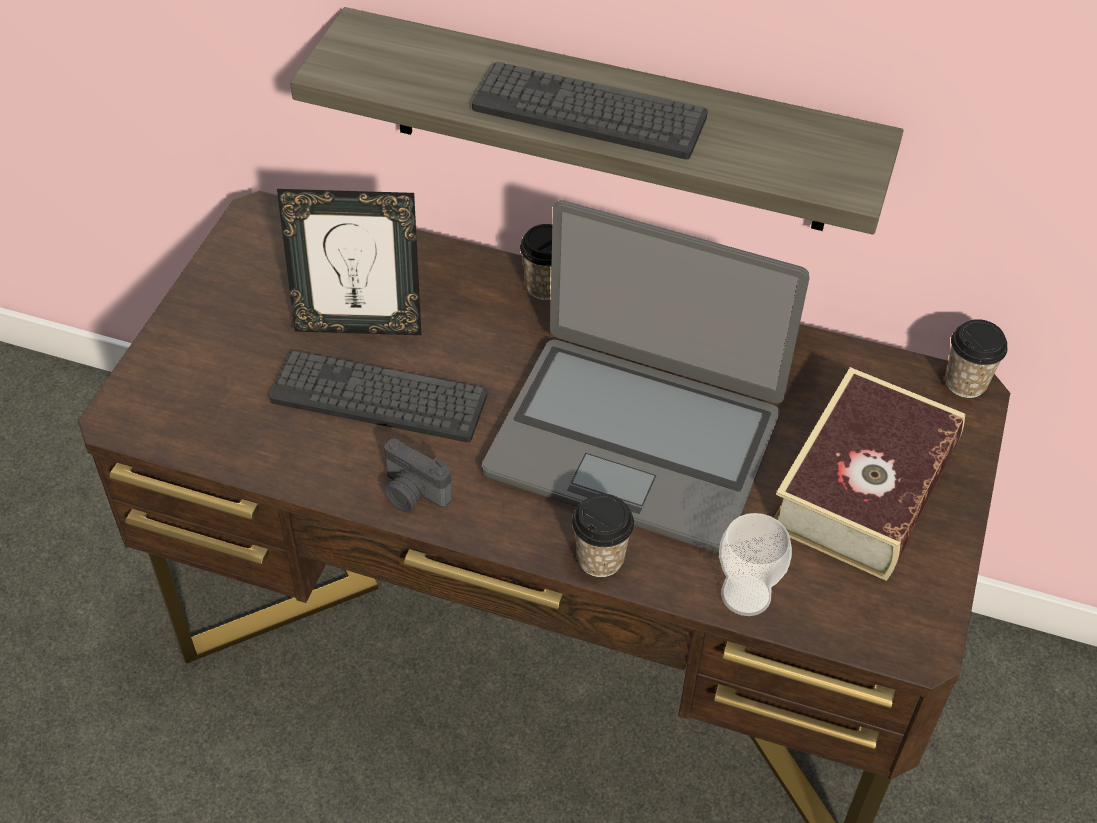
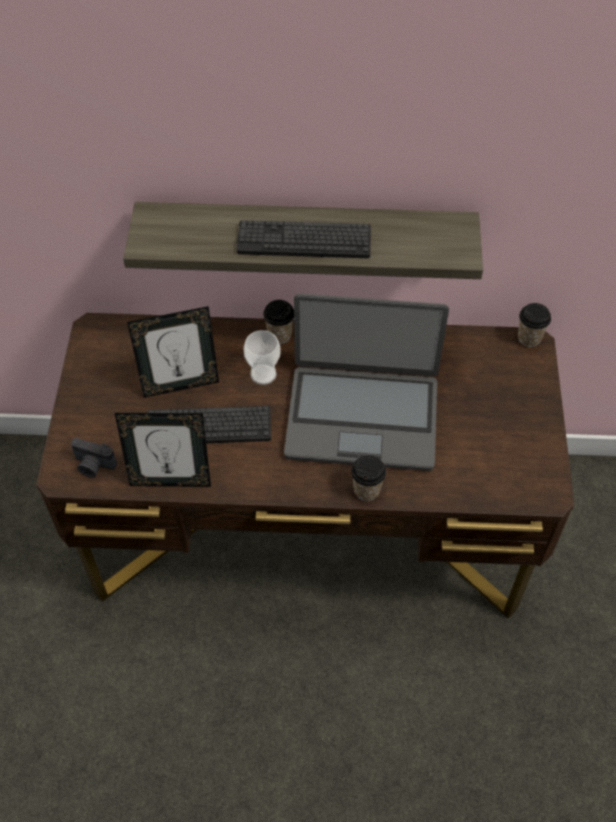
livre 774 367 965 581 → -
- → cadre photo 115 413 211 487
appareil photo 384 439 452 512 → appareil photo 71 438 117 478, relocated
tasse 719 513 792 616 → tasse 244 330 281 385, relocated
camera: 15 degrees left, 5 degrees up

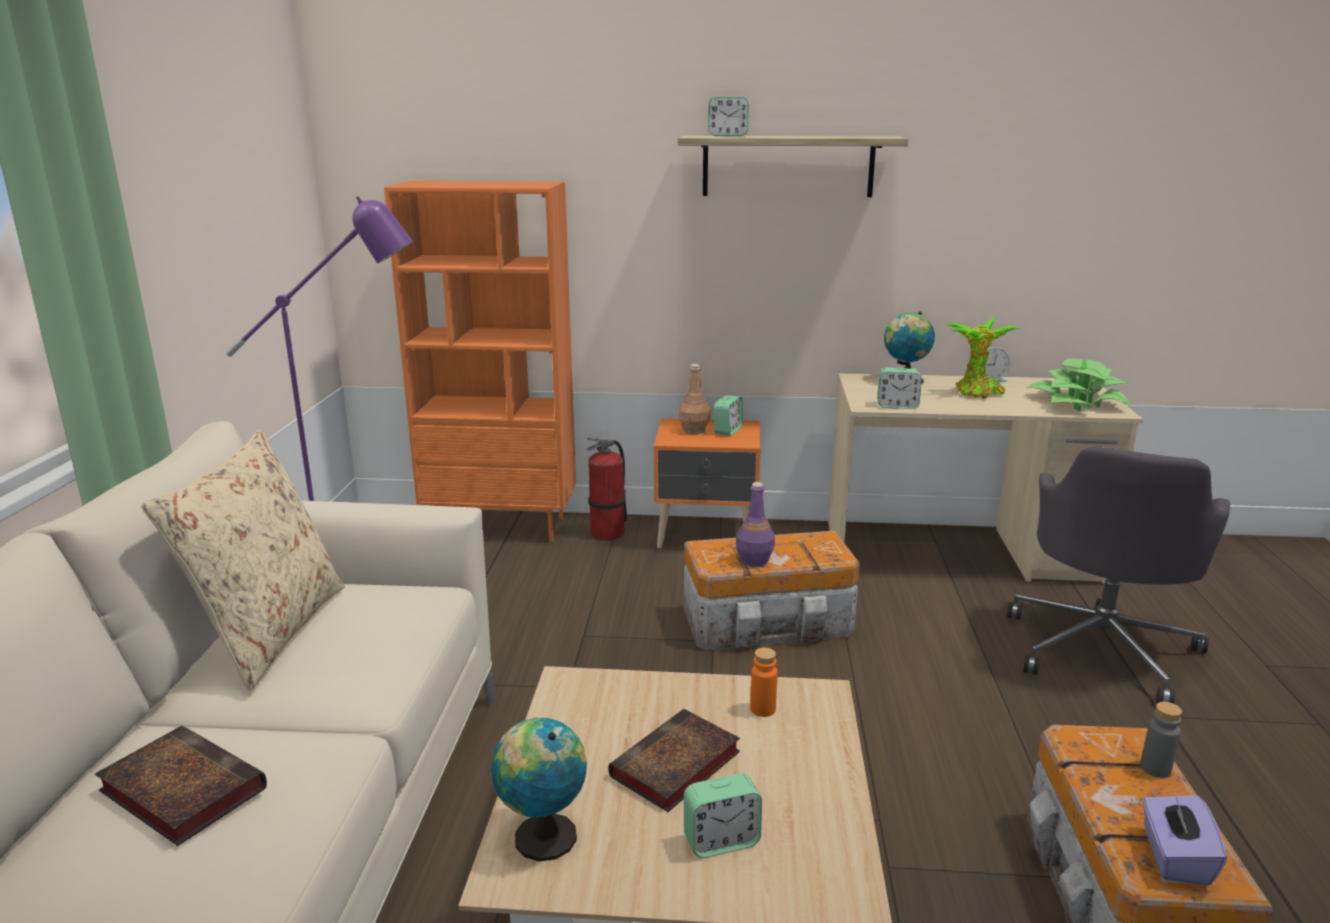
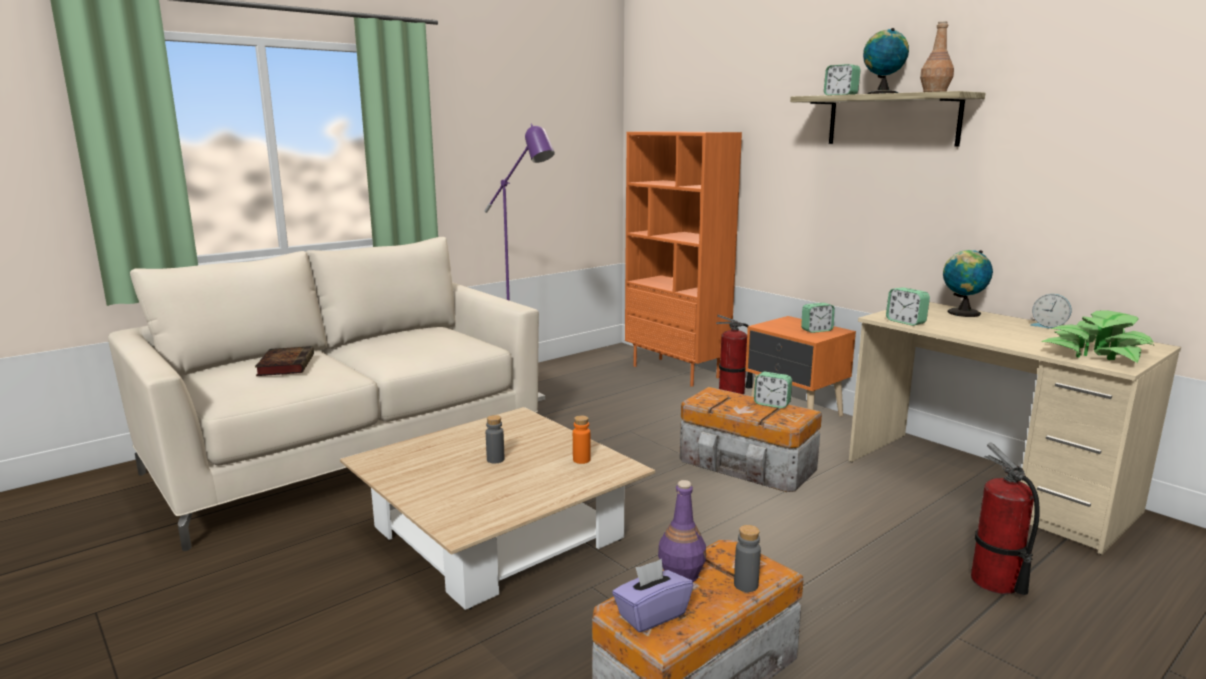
coussin (beige) 141 429 345 690 → -
plante en pot 946 317 1019 399 → -
globe 491 718 587 861 → globe 863 28 909 94, relocated
bouteille (marron) 679 364 711 434 → bouteille (marron) 920 21 954 92, relocated
réveil 684 773 762 858 → réveil 754 372 792 408, relocated
bouteille (violet) 736 482 775 567 → bouteille (violet) 658 480 706 582, relocated
livre 609 709 740 812 → bouteille (gris) 486 415 504 463
chaise de bureau (gris) 1007 446 1230 704 → extincteur 971 443 1040 595
camera: 45 degrees right, 5 degrees down

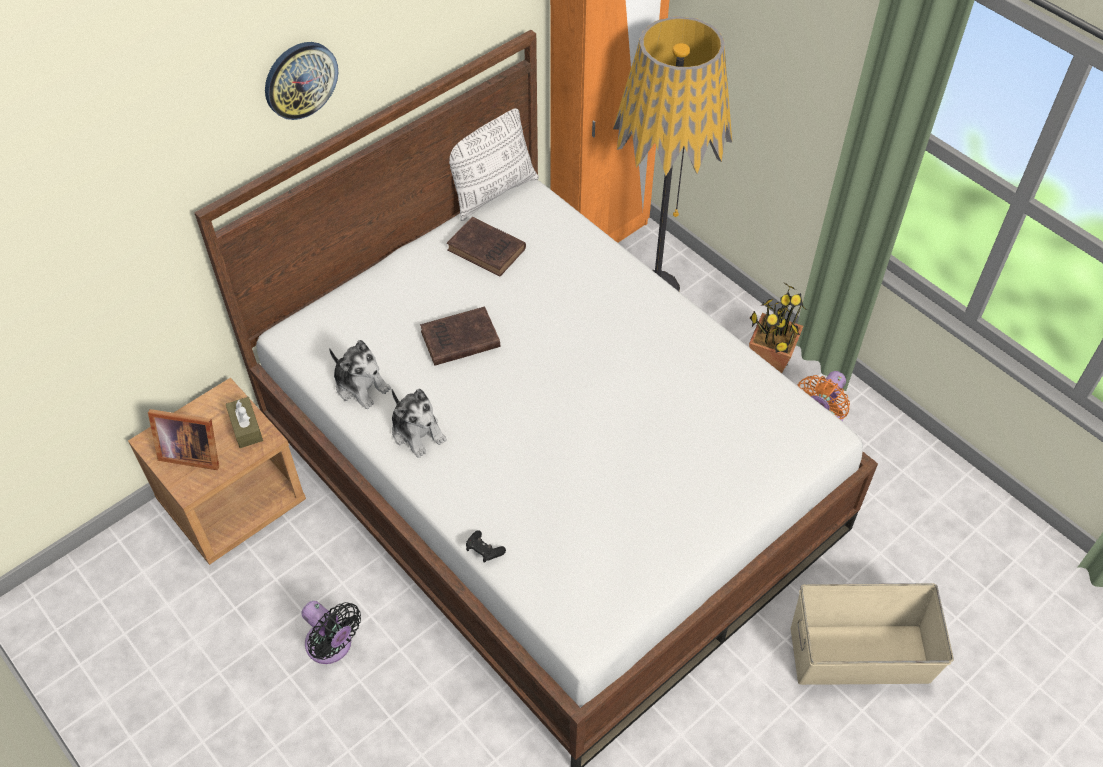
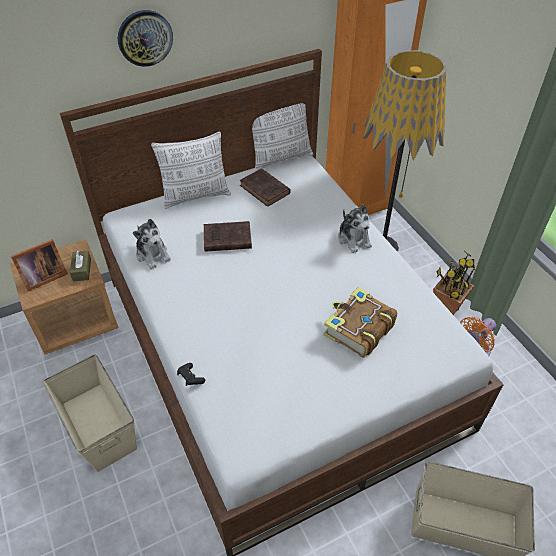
- → coussin 151 132 231 209
- → livre 323 287 397 358
peluche 392 389 446 458 → peluche 338 204 372 253, relocated
ventilateur (noir) 301 601 361 664 → boîte de rangement (beige) 43 354 137 472
cadre photo 148 409 219 470 → cadre photo 11 239 68 291, 60 degrees counterclockwise
camera: 15 degrees right, 5 degrees down

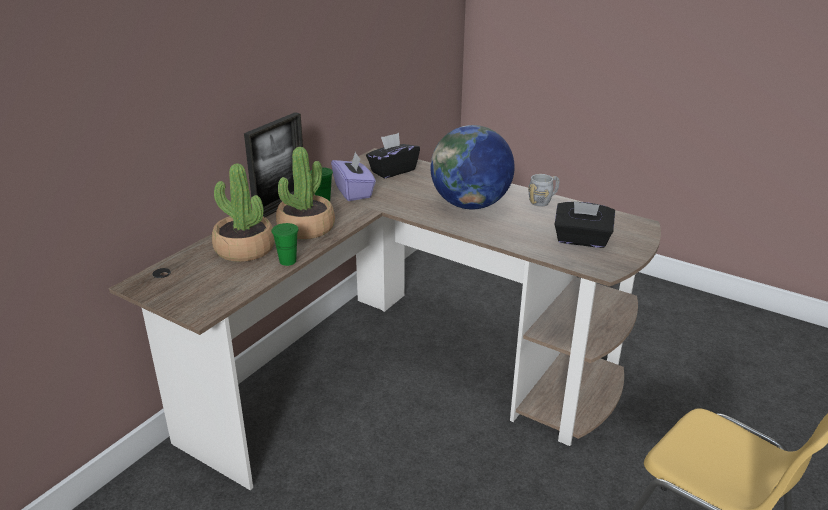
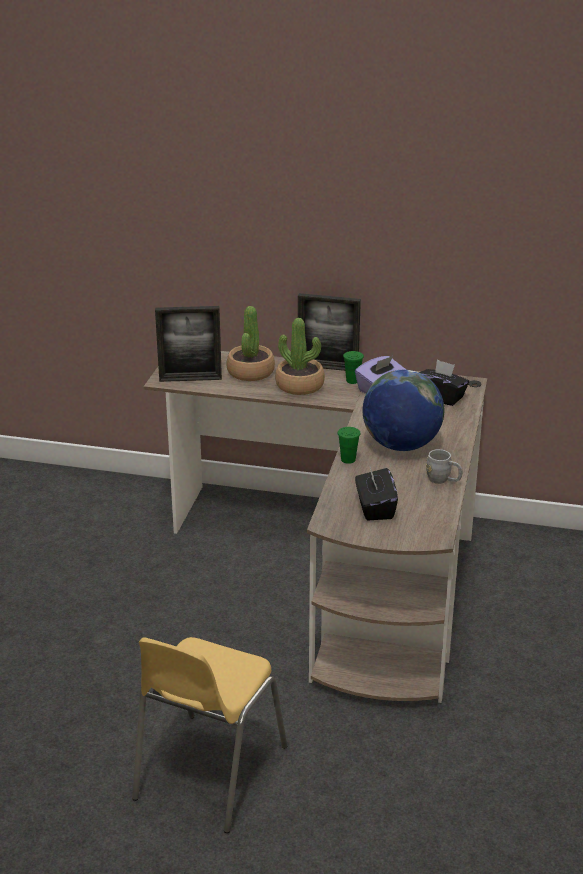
- → cadre photo 155 306 222 382
tasse (vert) 272 223 299 266 → tasse (vert) 338 427 361 464, relocated
camera: 70 degrees right, 0 degrees up

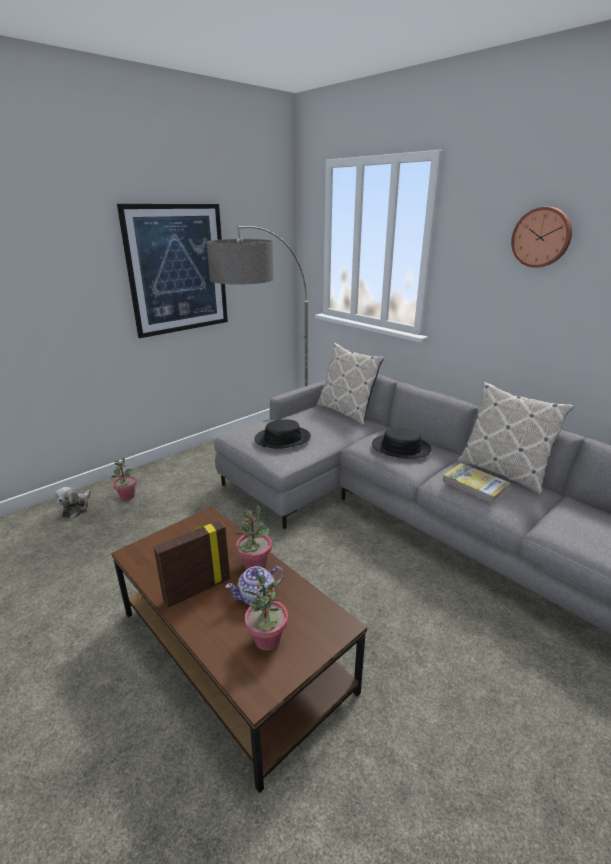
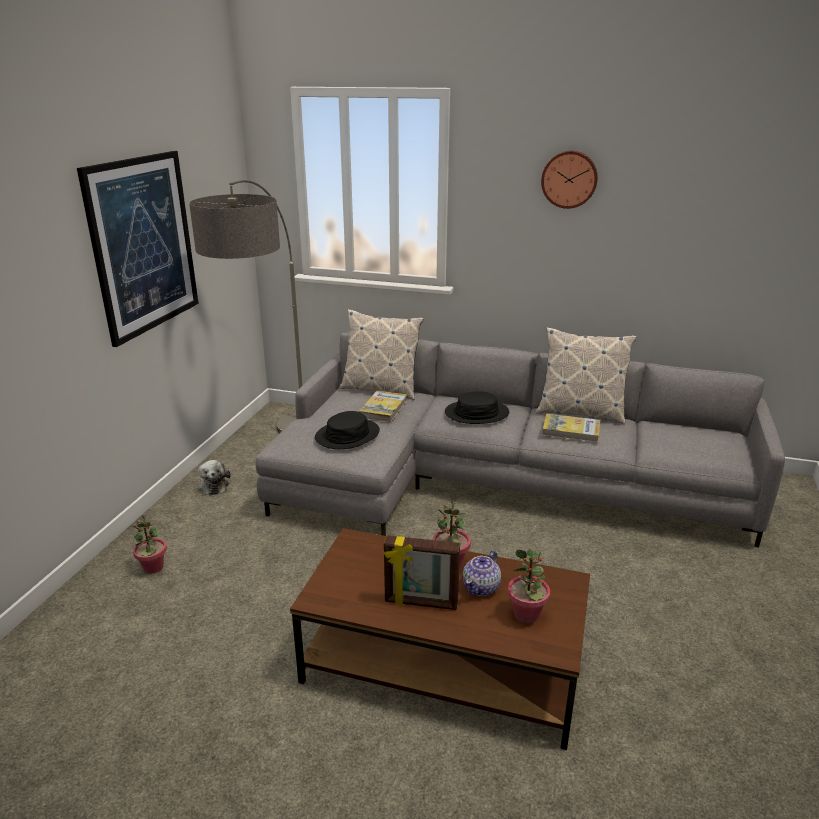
- → livre 359 390 407 422
peluche 55 487 91 518 → peluche 197 460 230 496, relocated
cadre photo 153 521 230 608 → cadre photo 384 535 460 610, 105 degrees counterclockwise
camera: 30 degrees left, 0 degrees up

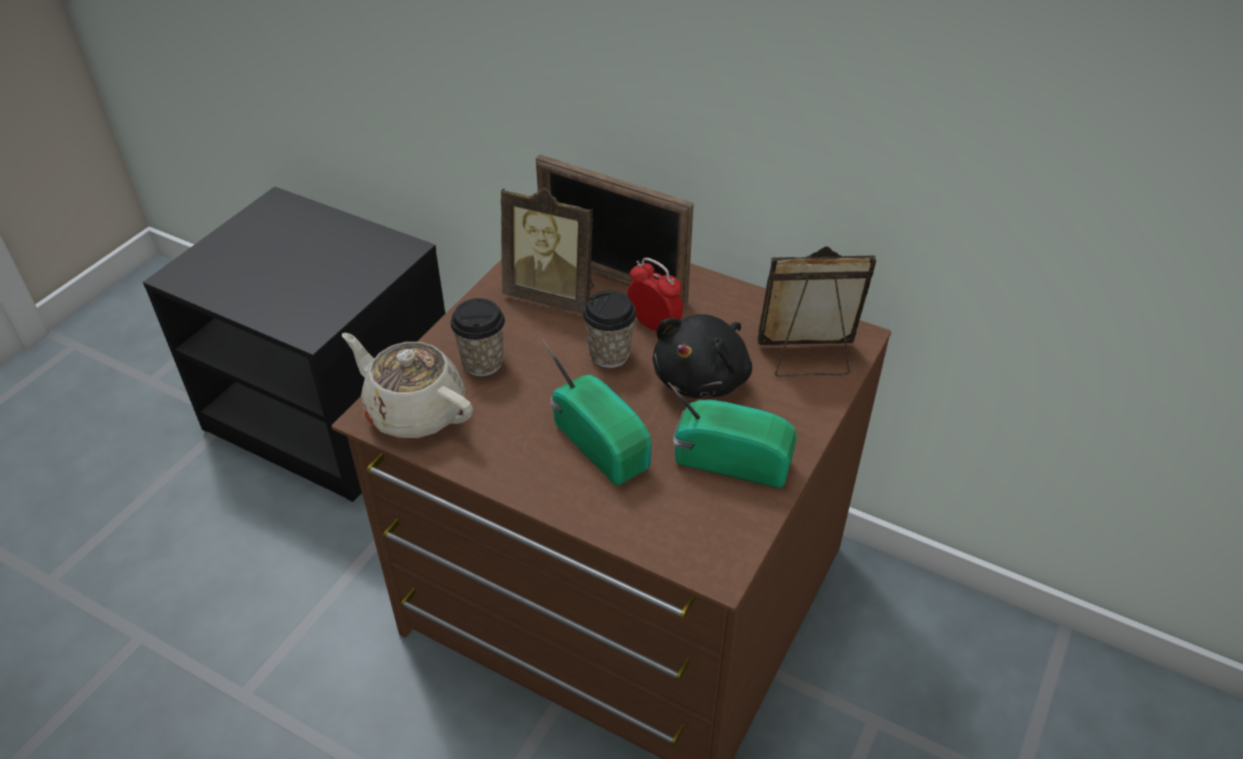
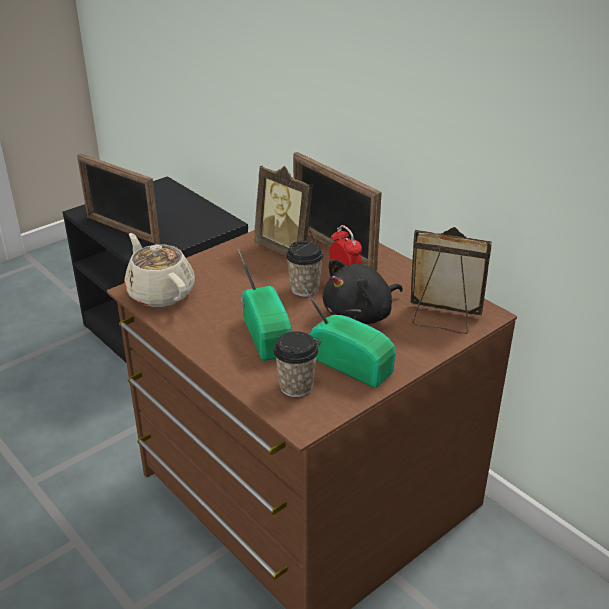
- → cadre photo 77 154 160 245
tasse 451 298 505 376 → tasse 273 331 319 397, relocated
camera: 20 degrees right, 10 degrees down

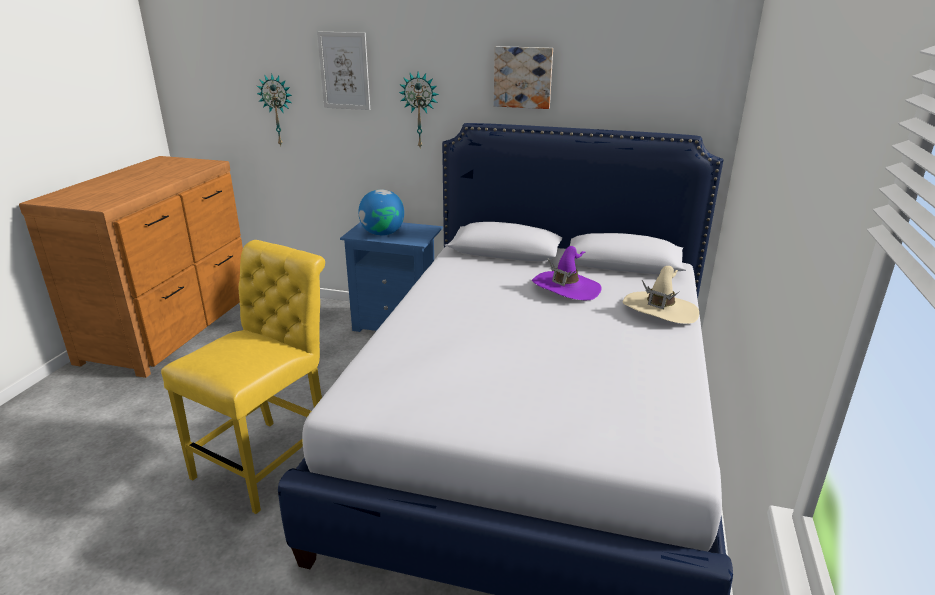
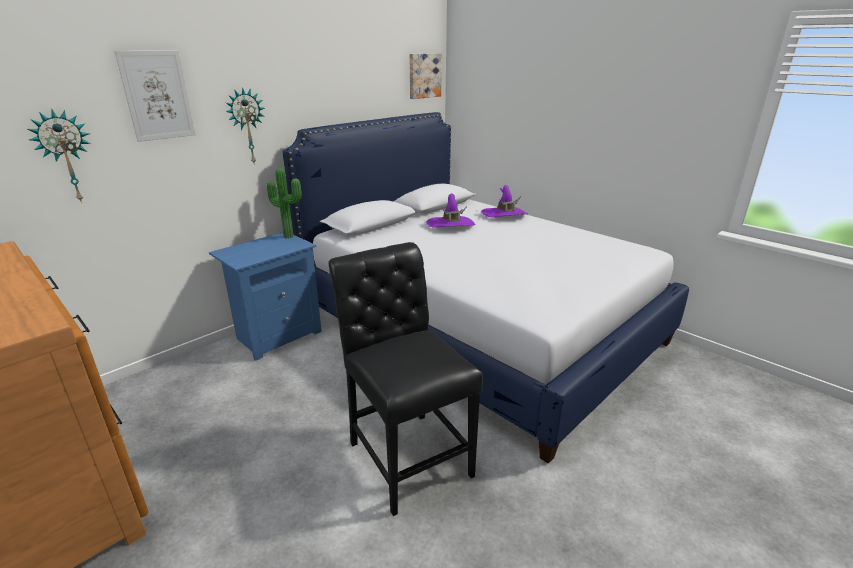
globe 358 189 404 236 → -
- → plante en pot 267 168 302 238
tableau 494 46 553 109 → tableau 410 53 442 99, relocated
chaise (jaune) 161 240 325 514 → chaise (noir) 329 242 483 516
chapeau (beige) 623 266 699 324 → chapeau (violet) 481 185 528 217
camera: 60 degrees left, 0 degrees up

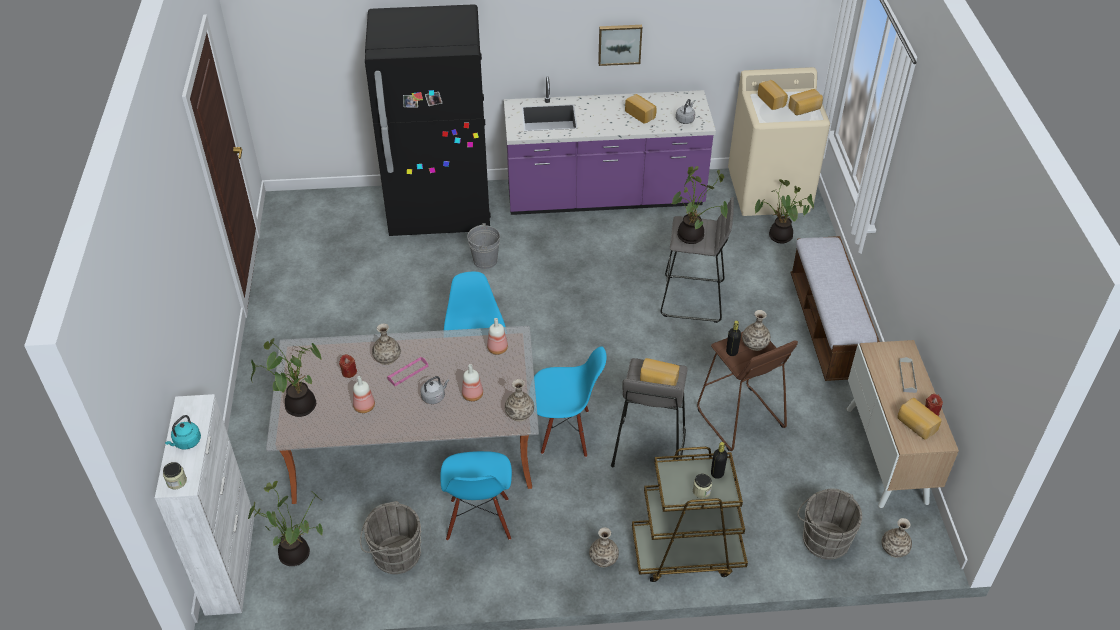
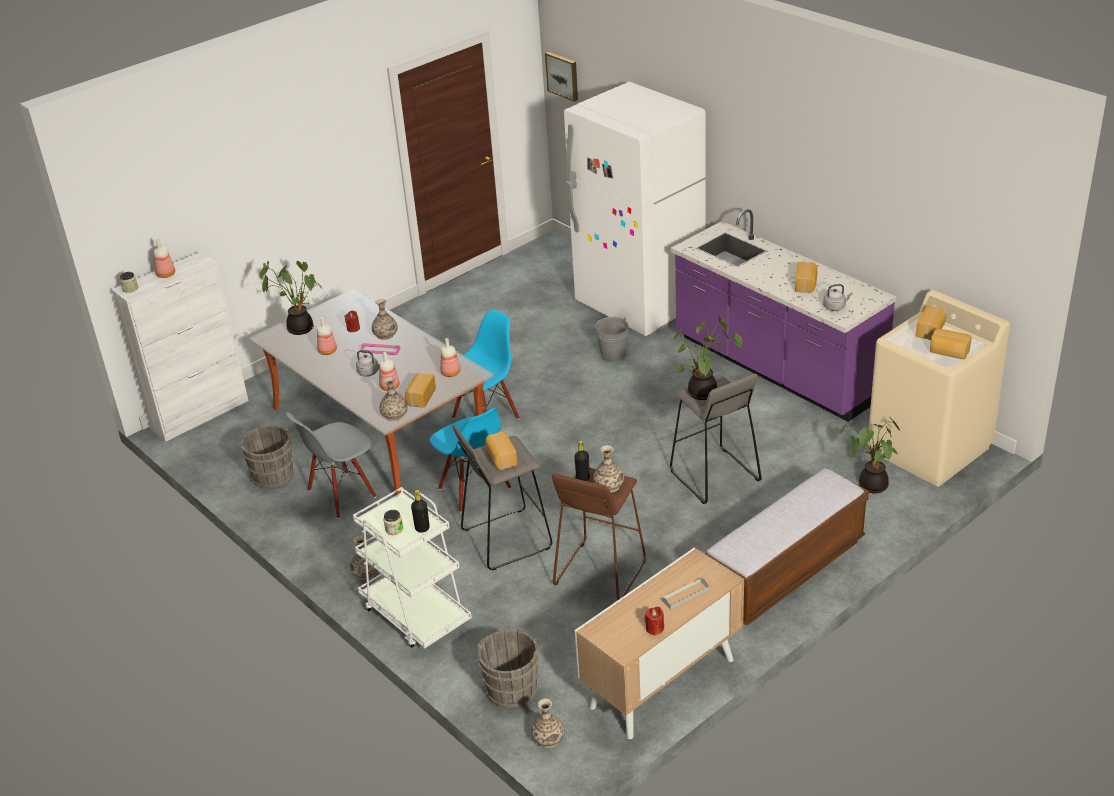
plante en pot 248 481 323 566 → -
tableau 598 25 642 66 → tableau 545 52 578 102, relocated
pain 897 398 942 439 → pain 405 373 436 407, relocated
bouilloire (turquoise) 165 415 201 450 → bouteille 153 239 175 278
réfrigérateur (noir) 365 4 491 236 → réfrigérateur (blanc) 564 82 706 336
chaise (bleu) 440 451 512 541 → chaise (gris) 286 412 377 519
chariot (marron) 632 447 748 582 → chariot (blanc) 353 487 472 649
camera: 55 degrees right, 10 degrees down

